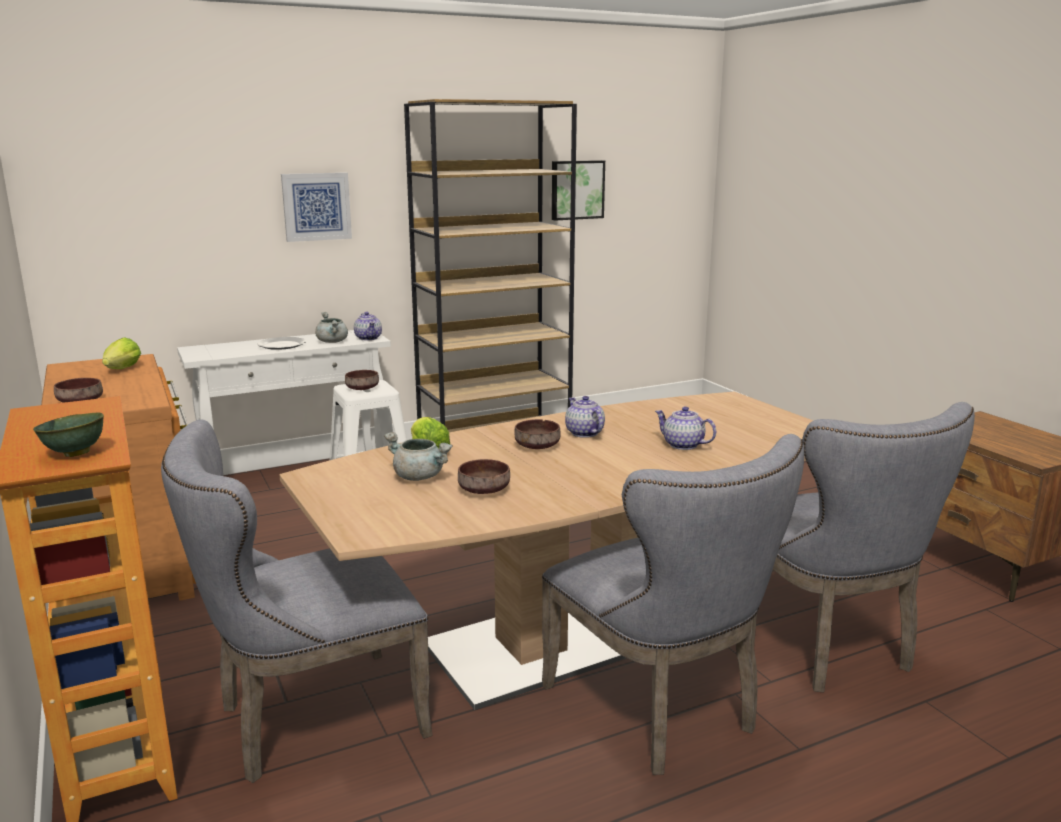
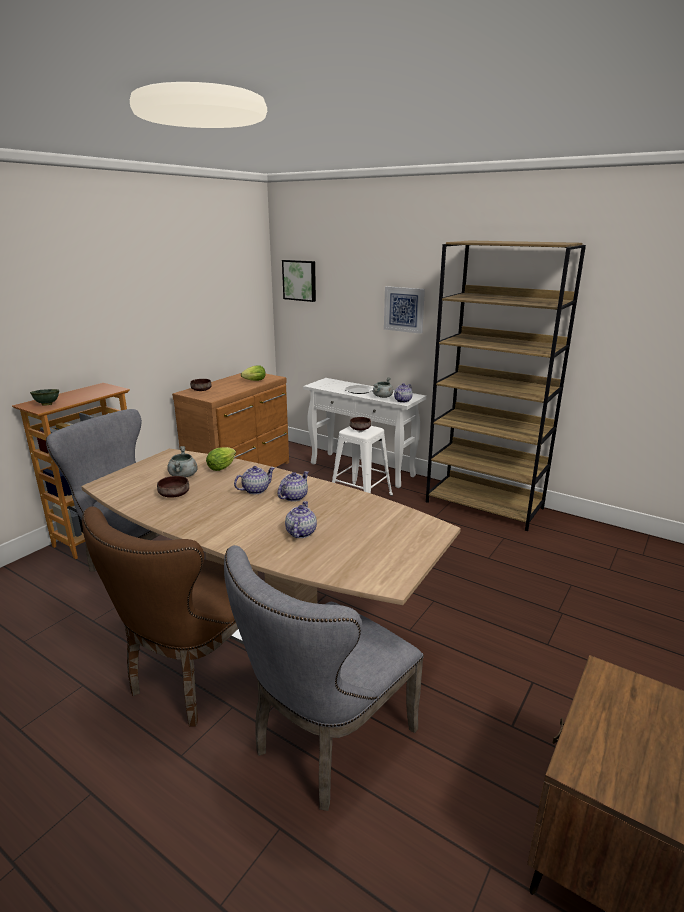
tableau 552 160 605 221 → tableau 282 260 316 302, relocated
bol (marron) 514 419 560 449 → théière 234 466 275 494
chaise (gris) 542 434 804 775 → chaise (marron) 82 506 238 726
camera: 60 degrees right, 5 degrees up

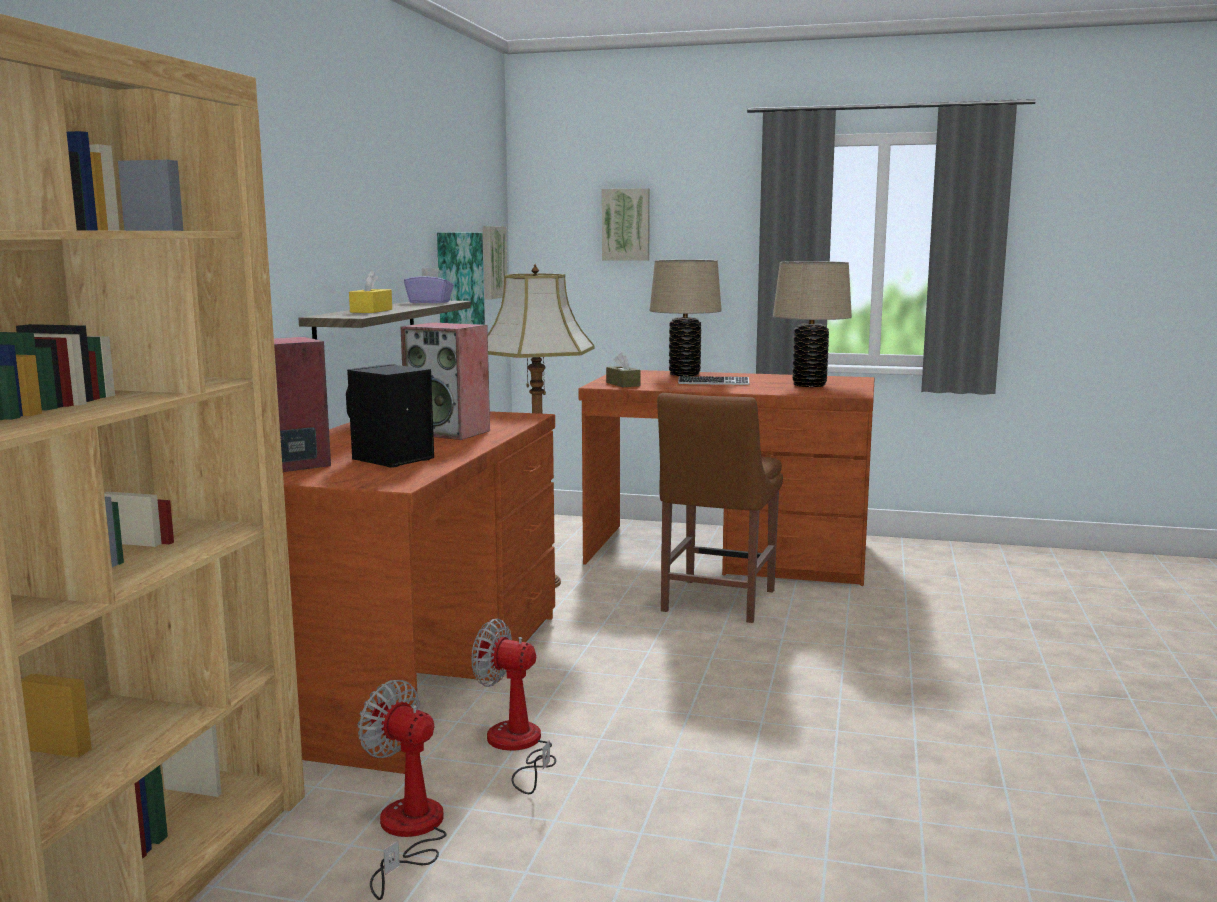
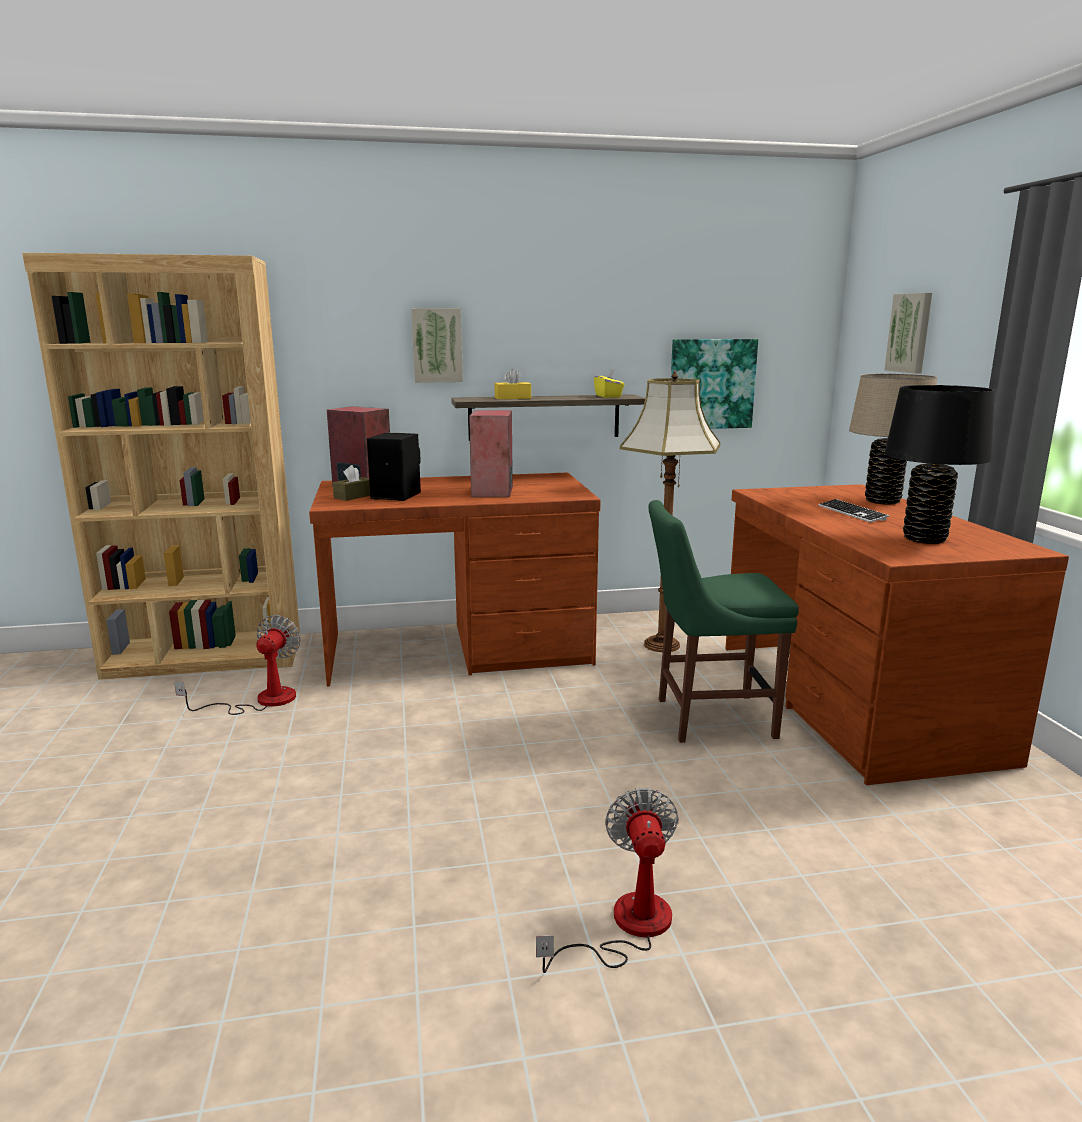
ventilateur 471 619 556 794 → ventilateur 536 788 679 973, relocated
tableau 483 226 507 300 → tableau 411 308 463 383, relocated
boîte à mouchoirs (marron) 606 353 641 387 → boîte à mouchoirs (marron) 333 465 370 501, relocated
boîte à mouchoirs (violet) 404 268 454 303 → boîte à mouchoirs (jaune) 594 369 625 398
chaise (marron) 657 393 783 623 → chaise (vert) 648 500 799 743
lampe de table (beige) 773 261 852 387 → lampe de table (noir) 885 385 995 544
camera: 65 degrees right, 5 degrees up

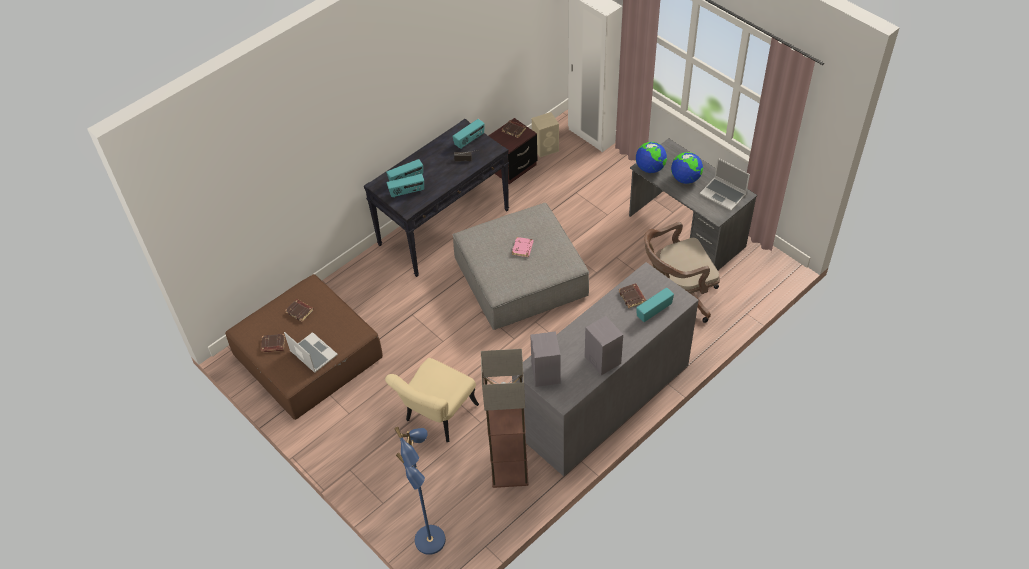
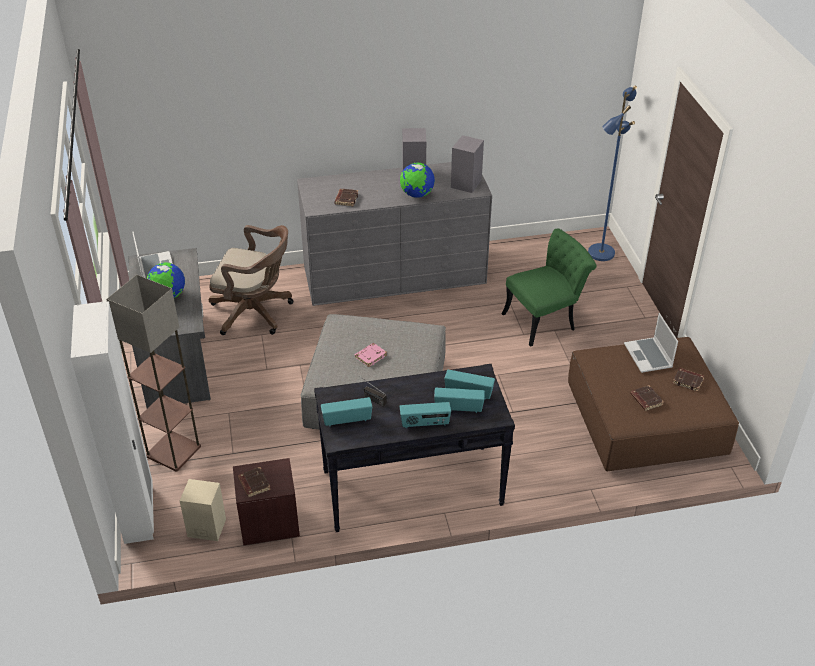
lampadaire 481 349 529 488 → lampadaire 106 275 201 472, relocated
globe 636 142 667 173 → globe 400 162 435 198, relocated
radio 636 288 674 322 → radio 399 402 451 428, relocated
chaise (beige) 385 358 479 442 → chaise (vert) 502 228 596 347
camera: 150 degrees left, 10 degrees down

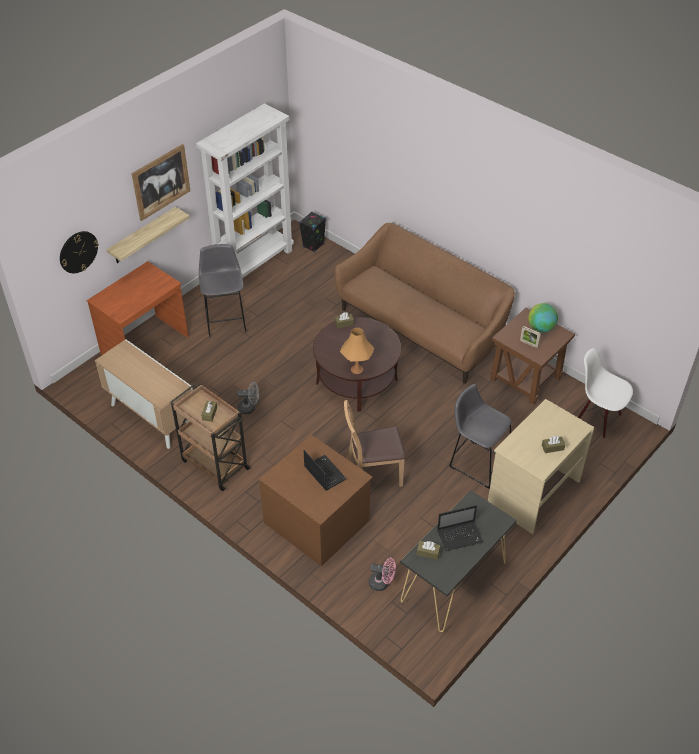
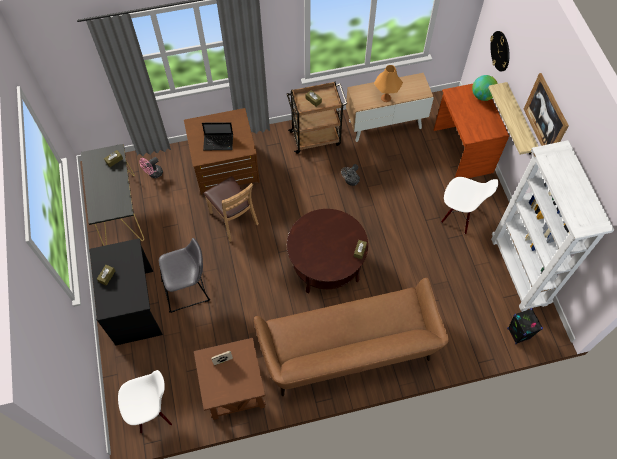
ordinateur portable 437 505 484 551 → -
lampe de table (orange) 340 328 374 374 → lampe de table (orange) 374 65 403 102, relocated
globe 528 303 558 333 → globe 472 75 498 101, relocated
tabouret (gris) 199 244 246 337 → chaise (blanc) 441 177 498 234
bureau (beige) 488 399 594 534 → bureau (noir) 89 238 163 345
chaise (marron) 344 400 406 487 → chaise (marron) 204 176 259 242, 120 degrees clockwise
camera: 125 degrees right, 15 degrees up

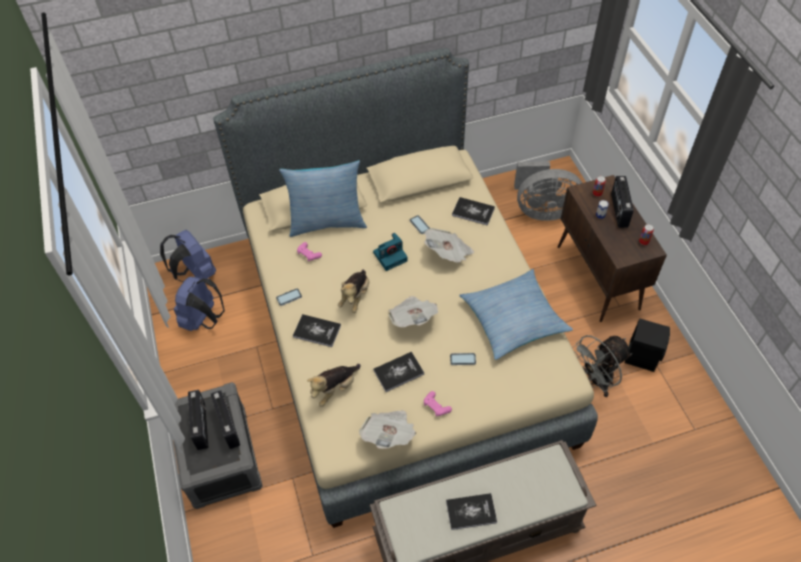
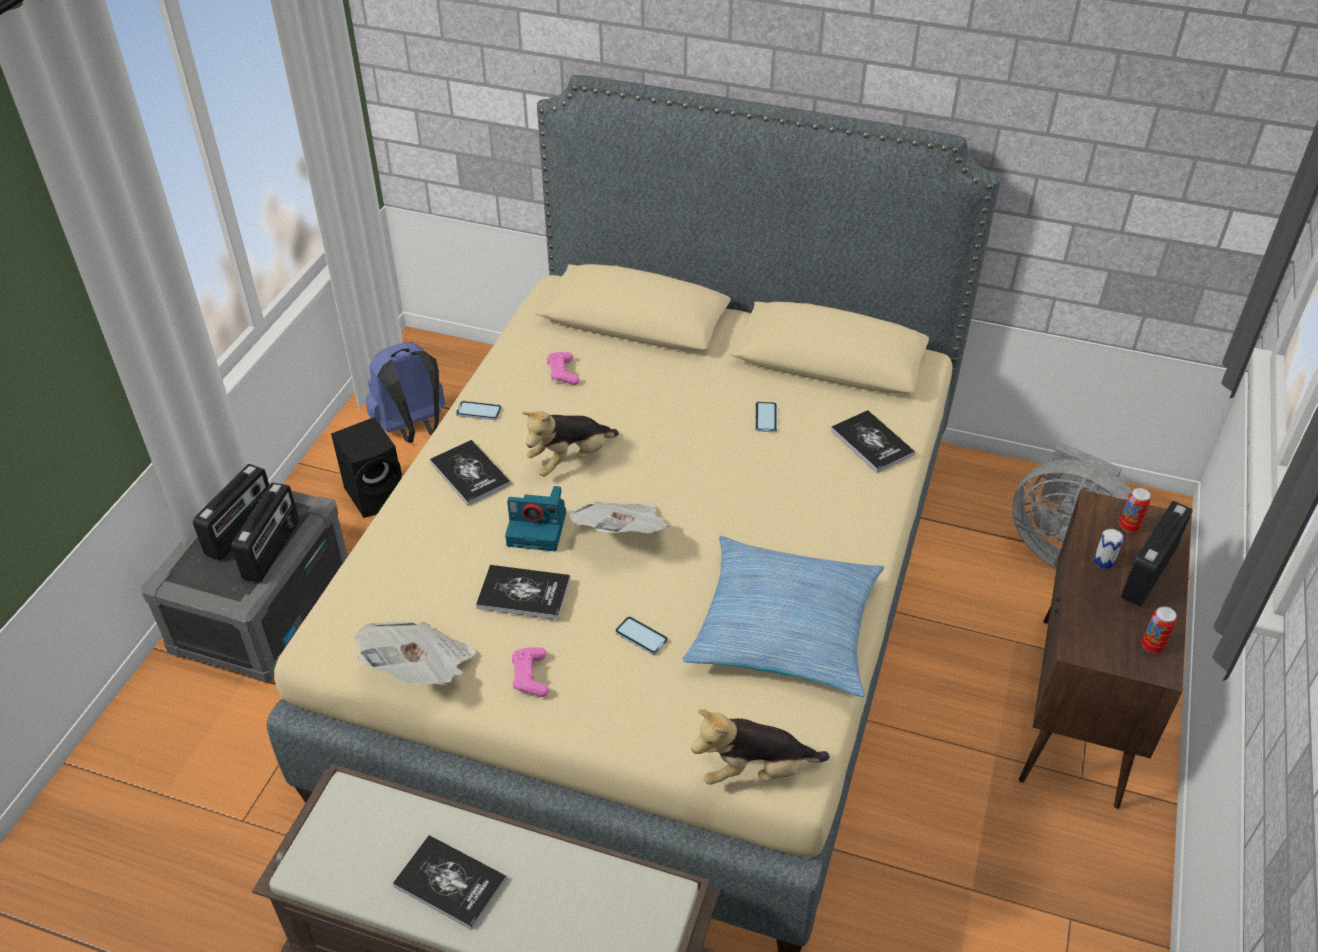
sac à dos (bleu) 160 230 216 282 → -
coussin 279 160 367 237 → -
journal 424 228 474 263 → -
ventilateur (gris) 572 335 632 397 → -
peluche 307 364 361 407 → peluche 691 709 830 785, relocated
appareil photo 373 233 407 271 → appareil photo 505 486 566 551, relocated
enceinte (noir) 625 318 670 372 → enceinte (noir) 331 417 402 518, relocated
camera: 35 degrees right, 10 degrees down

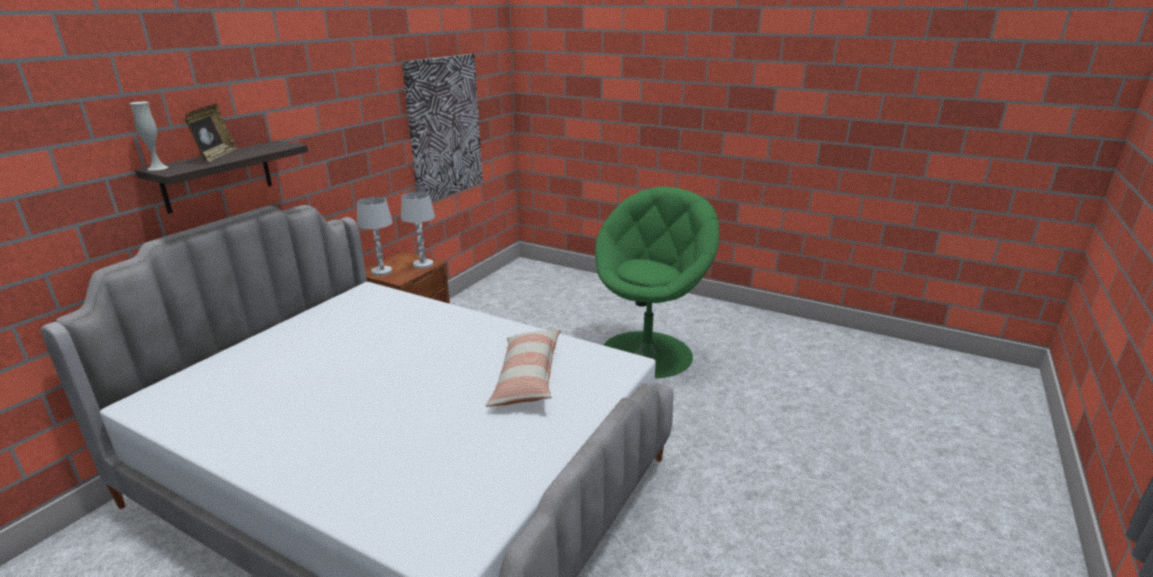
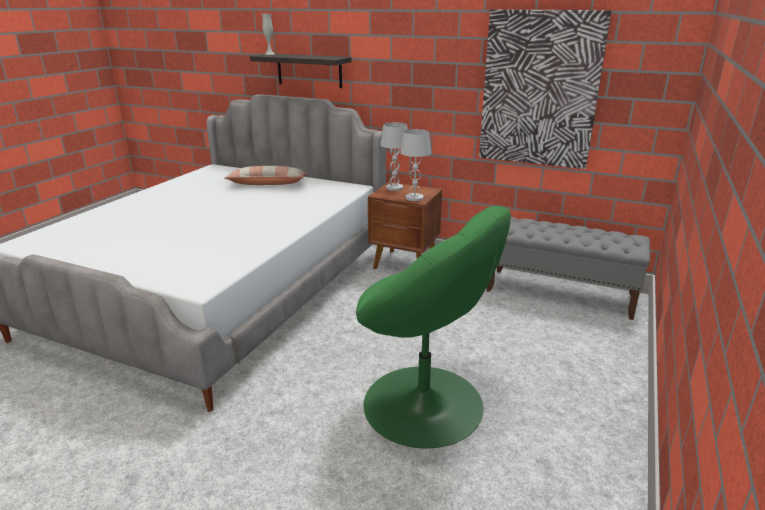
cadre photo 184 104 238 162 → -
- → banc (gris) 486 217 650 320
coussin 486 330 561 407 → coussin 225 166 307 185, relocated
camera: 85 degrees right, 0 degrees up

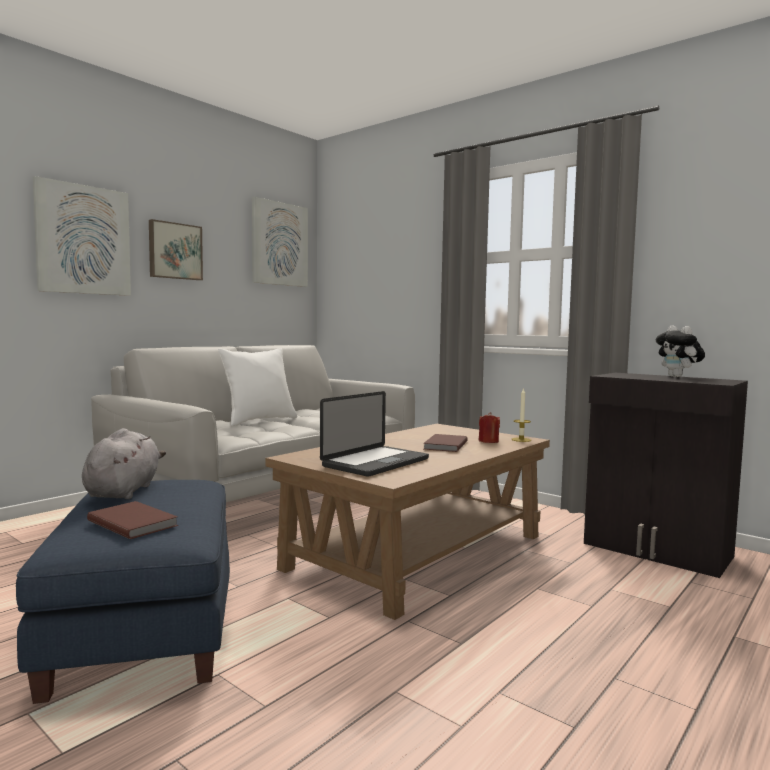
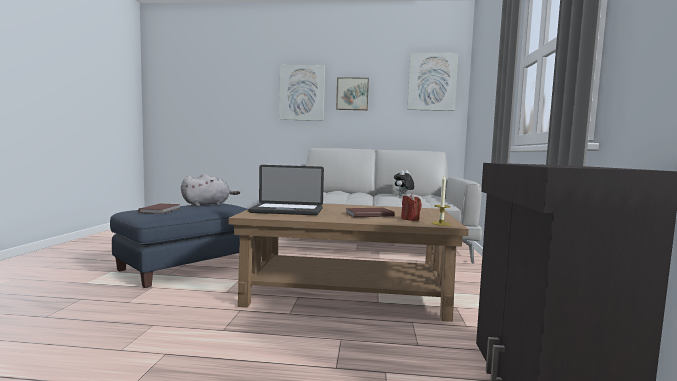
coussin (blanc) 218 349 297 426 → -
peluche 656 326 705 377 → peluche 394 170 415 196, relocated
camera: 55 degrees right, 0 degrees up

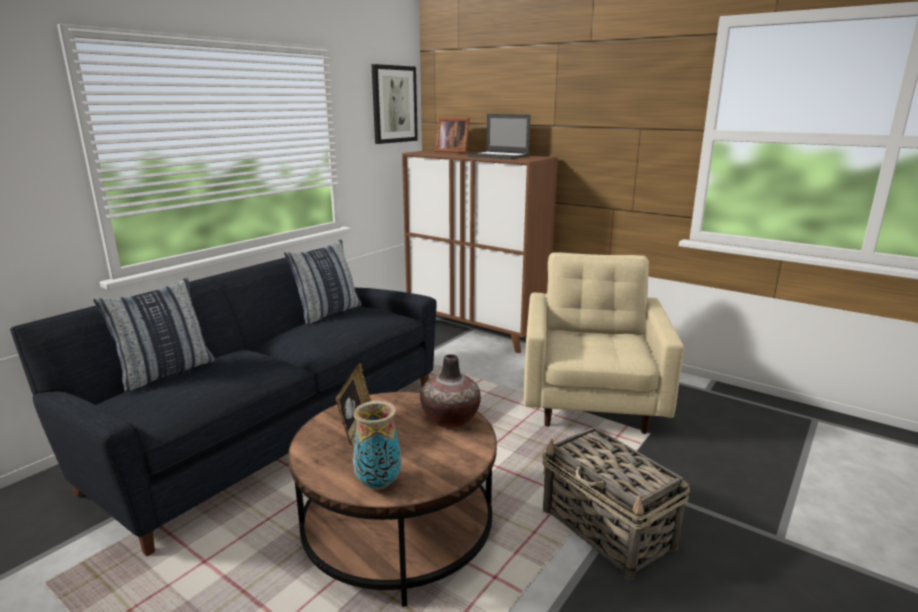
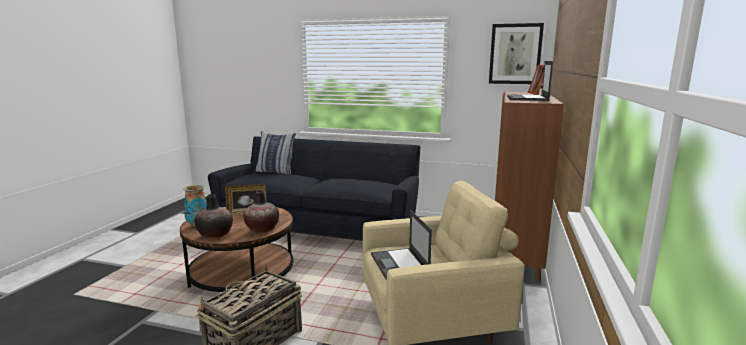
coussin 284 239 362 325 → -
- → vase 194 194 233 239
- → ordinateur portable 371 210 432 280
camera: 70 degrees right, 5 degrees down

